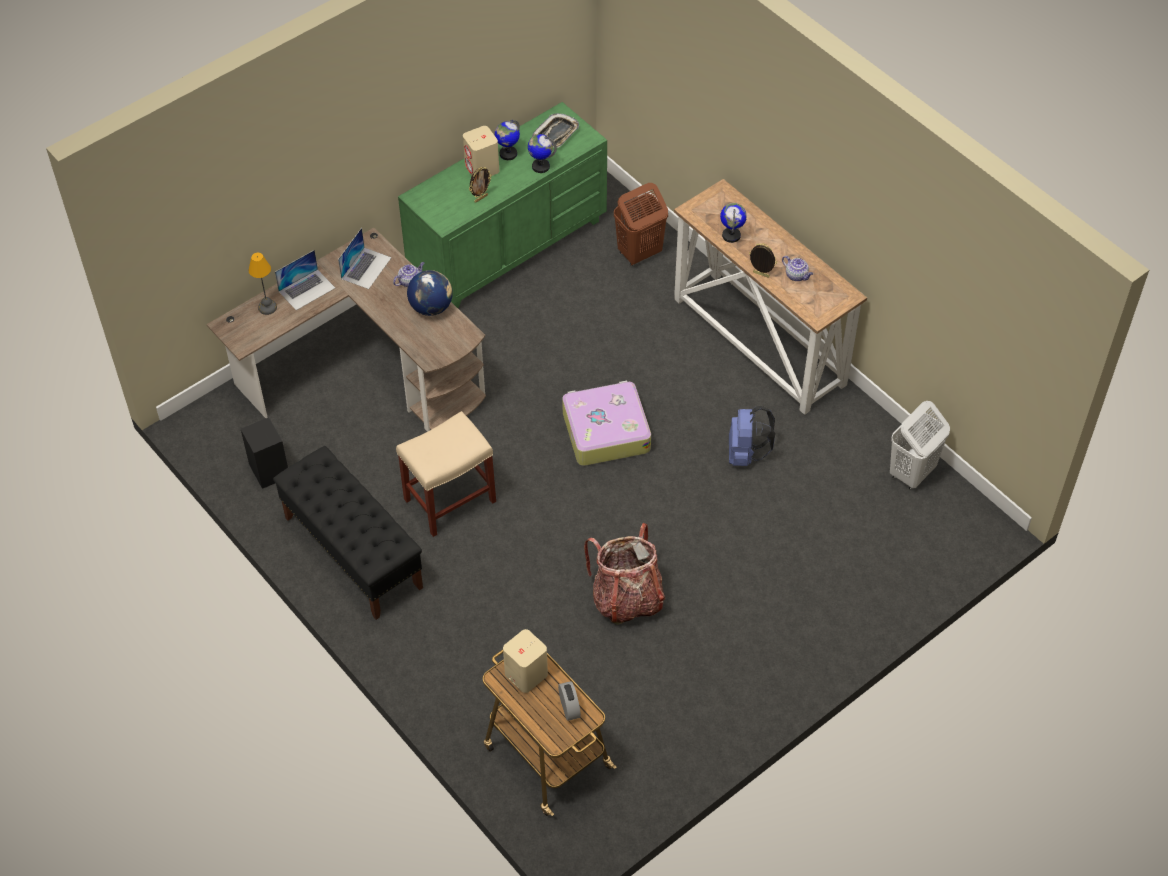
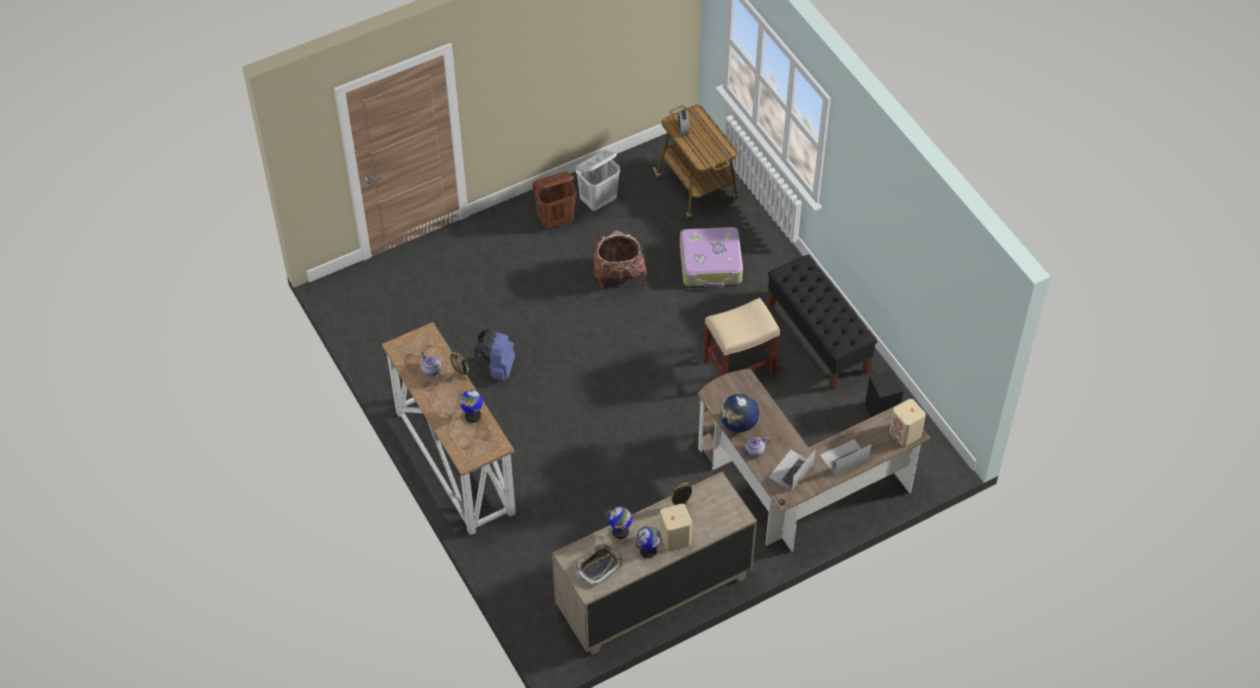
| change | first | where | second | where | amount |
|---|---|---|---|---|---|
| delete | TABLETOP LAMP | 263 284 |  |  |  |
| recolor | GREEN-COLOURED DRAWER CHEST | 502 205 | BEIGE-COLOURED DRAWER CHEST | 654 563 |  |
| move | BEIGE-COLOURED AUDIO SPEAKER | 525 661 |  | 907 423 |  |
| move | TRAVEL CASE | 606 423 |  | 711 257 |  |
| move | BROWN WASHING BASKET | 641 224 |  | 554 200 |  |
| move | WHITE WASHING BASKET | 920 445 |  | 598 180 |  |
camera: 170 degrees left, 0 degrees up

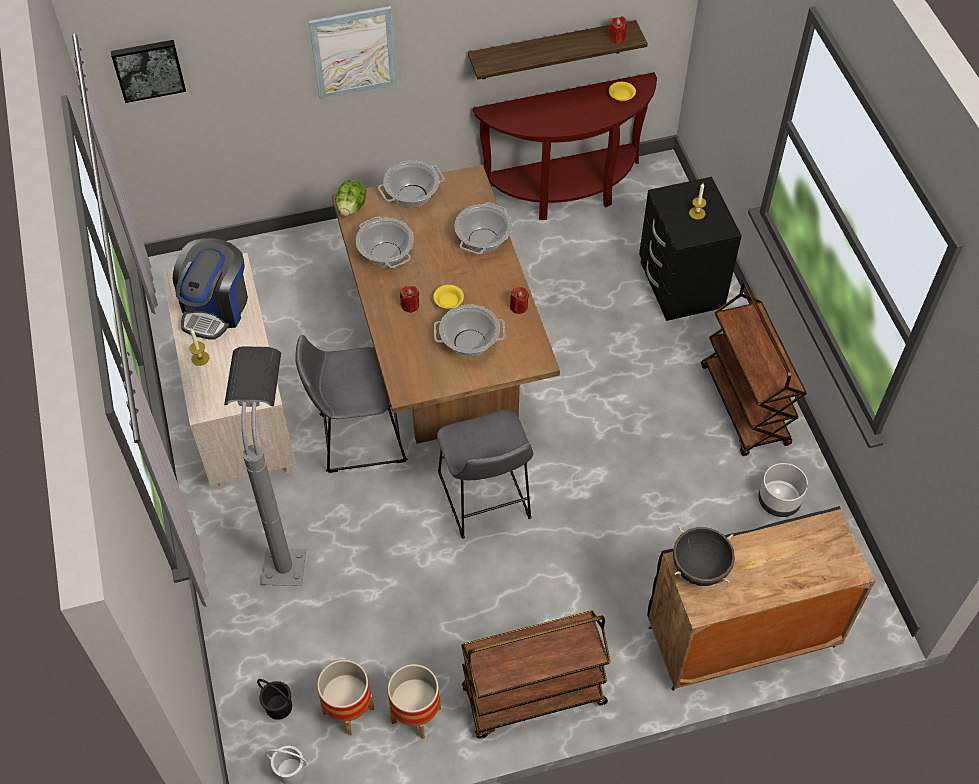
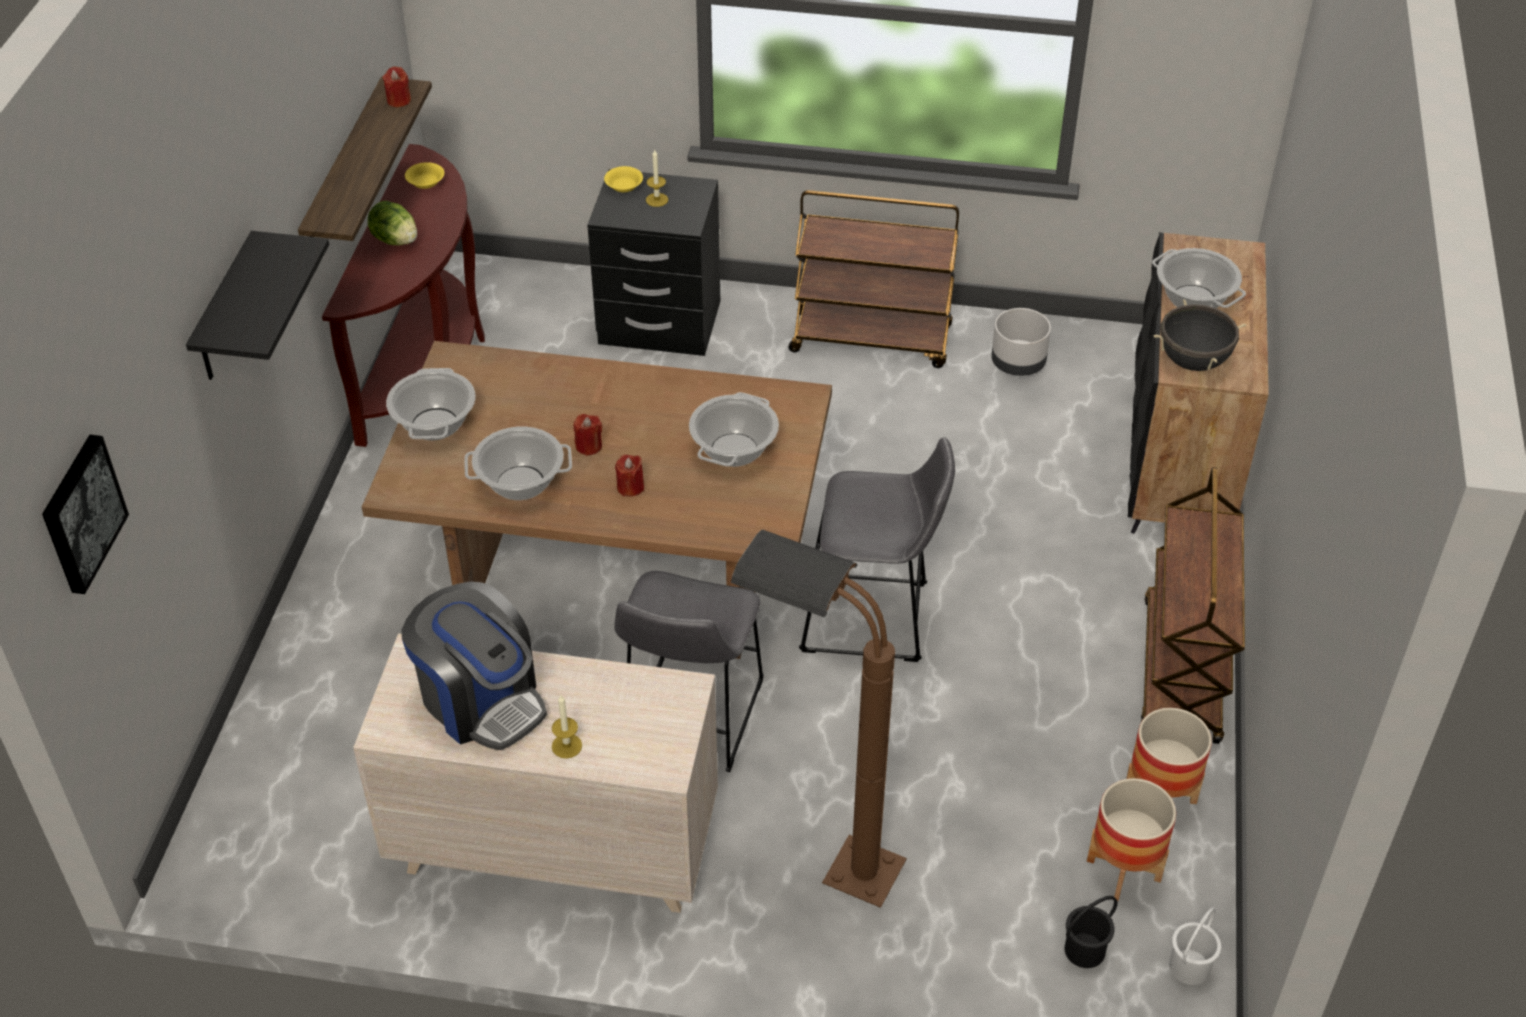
| change | first | where | second | where | amount |
|---|---|---|---|---|---|
| recolor | GREYISH FLOOR LAMP | 265 466 | BROWN FLOOR LAMP | 819 719 |  |
| replace | WALL ART | 353 52 | BLACK-COLOURED SHELF | 257 305 |  |
| move | LETTUCE | 351 198 |  | 392 223 |  |
| move | YELLOW BOWL | 448 297 |  | 623 179 |  |
| move | COOKING POT | 483 228 |  | 1199 278 |  |
| move | RED WAX CANDLE | 519 300 |  | 588 435 |  |
camera: 65 degrees left, 10 degrees down

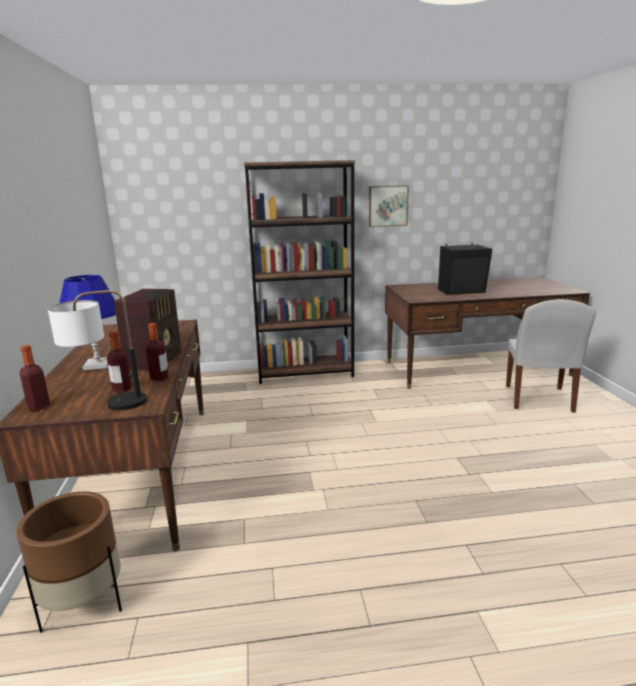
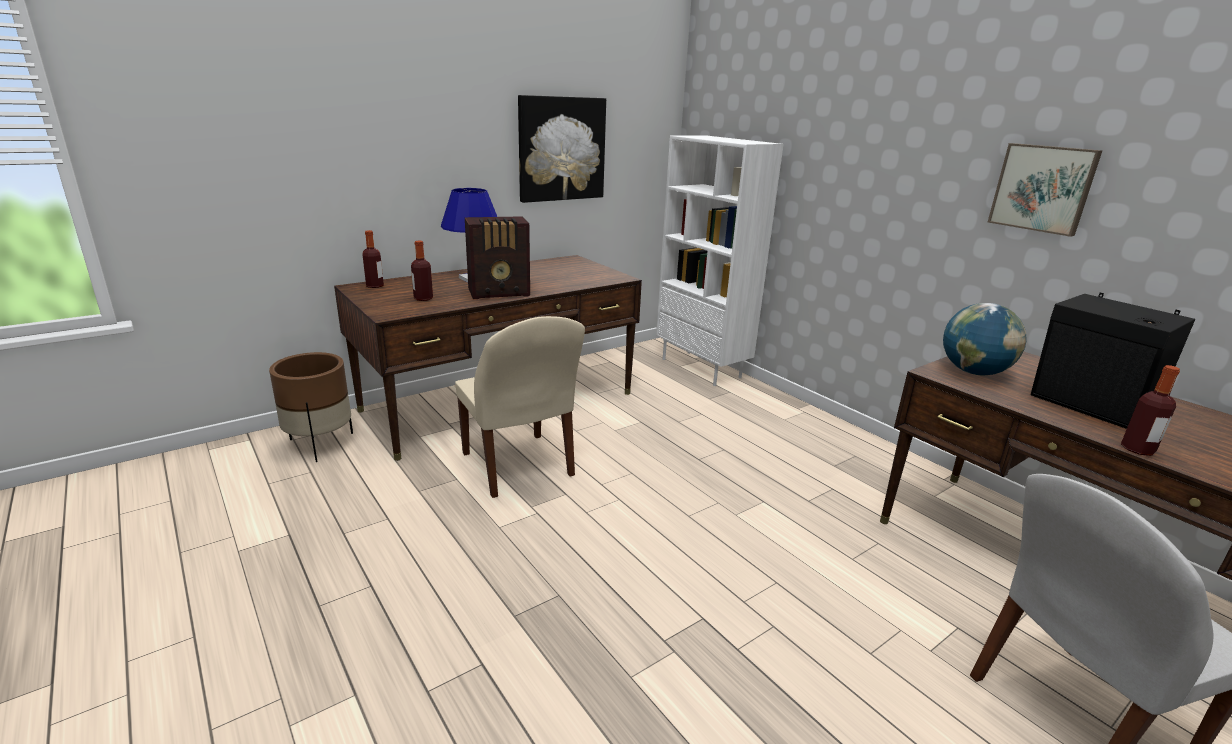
| change | first | where | second | where | amount |
|---|---|---|---|---|---|
| delete | TABLETOP LAMP | 97 350 |  |  |  |
| move | BEVERAGE BOTTLE | 157 352 |  | 1150 410 |  |
| delete | BROWN BOOKCASE | 299 272 |  |  |  |
| insert |  |  | BEIGE-COLOURED PLAIN CHAIR | 520 407 |  |
| insert |  |  | WALL ART | 562 149 |  |
| insert |  |  | WHITE BOOKCASE | 720 260 |  |
| insert |  |  | DESK GLOBE | 985 339 |  |
camera: 60 degrees right, 5 degrees up

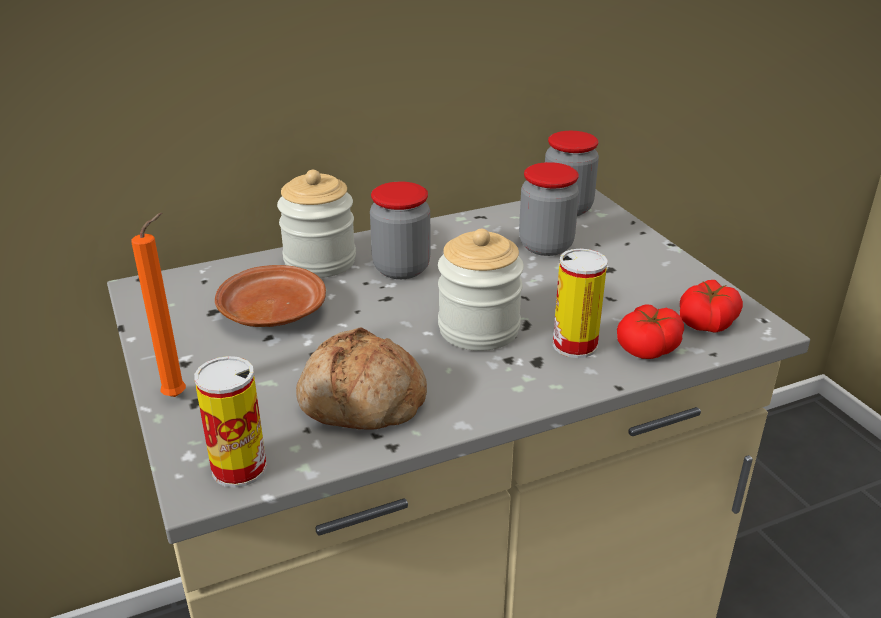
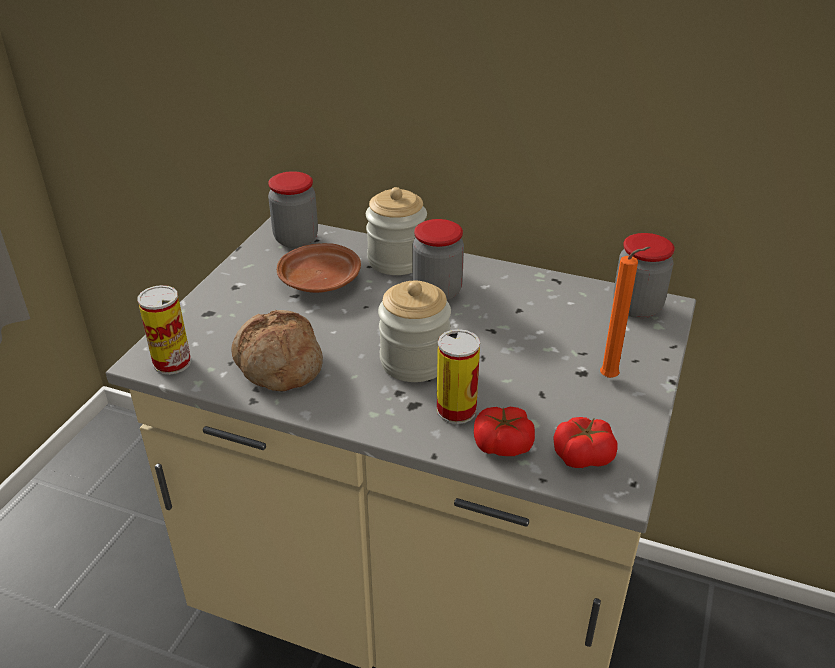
| change | first | where | second | where | amount |
|---|---|---|---|---|---|
| move | ORANGEY WAX CANDLE | 158 305 |  | 625 312 |  |
| move | PRESERVE JAR | 549 209 |  | 293 209 |  |
camera: 45 degrees right, 5 degrees up

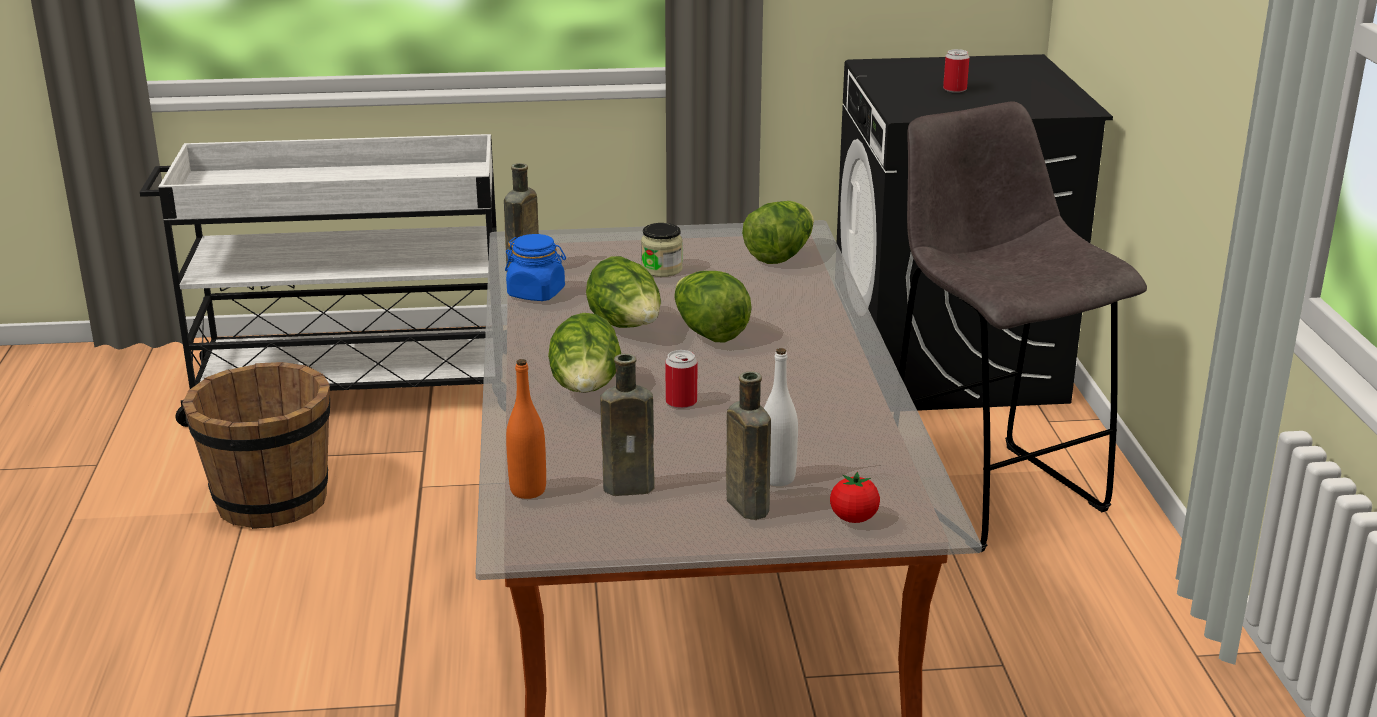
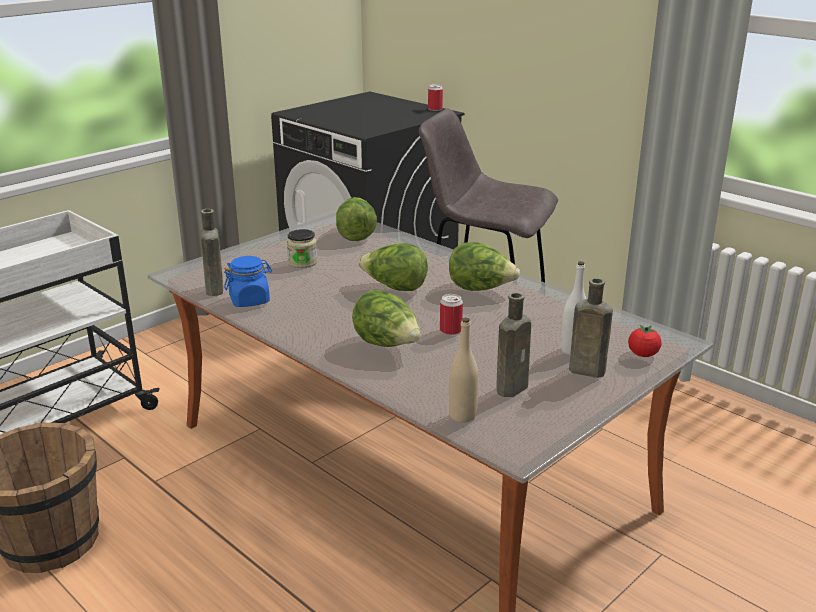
| change | first | where | second | where | amount |
|---|---|---|---|---|---|
| recolor | ORANGEY BEVERAGE BOTTLE | 526 429 | BEIGE-COLOURED BEVERAGE BOTTLE | 464 370 |  |
| move | LETTUCE | 623 292 |  | 484 266 |  |
| move | METAL CAN | 956 71 |  | 435 97 |  |
camera: 40 degrees left, 0 degrees up

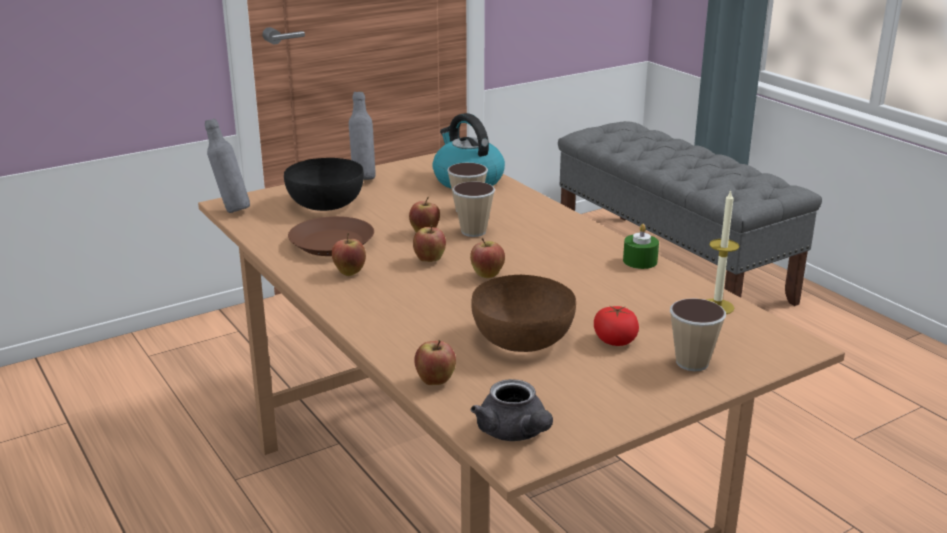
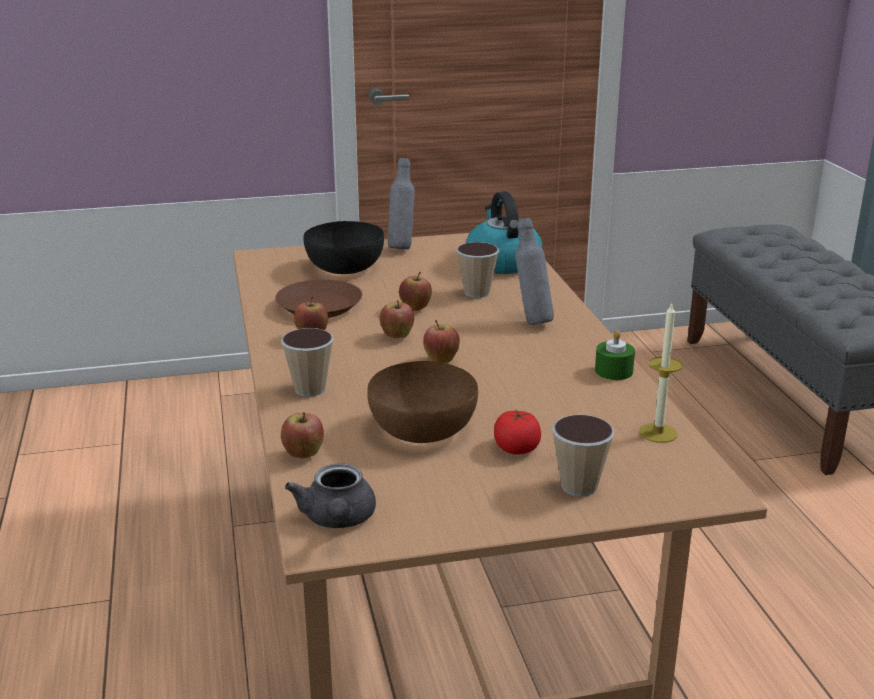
| change | first | where | second | where | amount |
|---|---|---|---|---|---|
| move | GREYISH BEVERAGE BOTTLE | 227 166 |  | 534 271 |  |
| move | DRINKING CUP | 473 209 |  | 307 362 |  |
camera: 20 degrees right, 0 degrees up

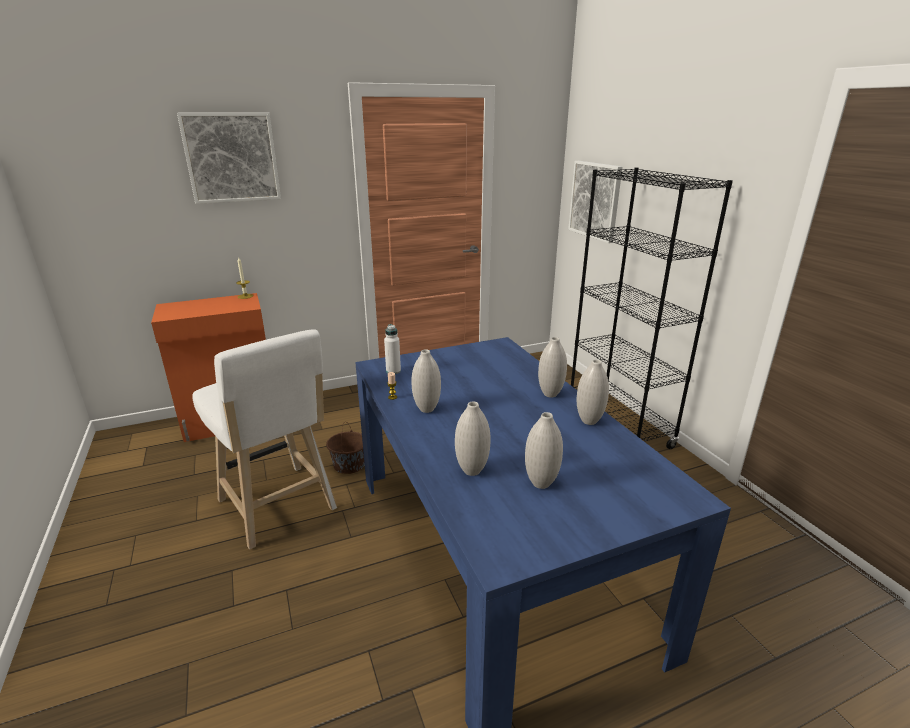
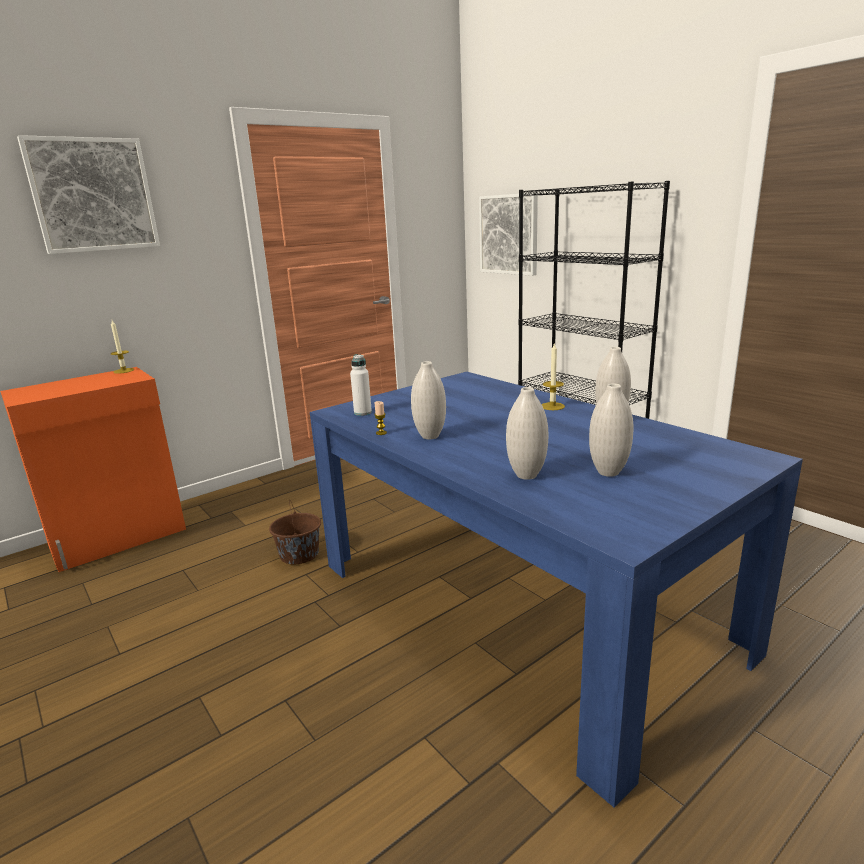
| change | first | where | second | where | amount |
|---|---|---|---|---|---|
| delete | WHITE SITTING STOOL | 264 439 |  |  |  |
| replace | WHITE FLOWER VASE | 552 367 | WAX CANDLE | 553 376 |  |
camera: 15 degrees left, 5 degrees down

